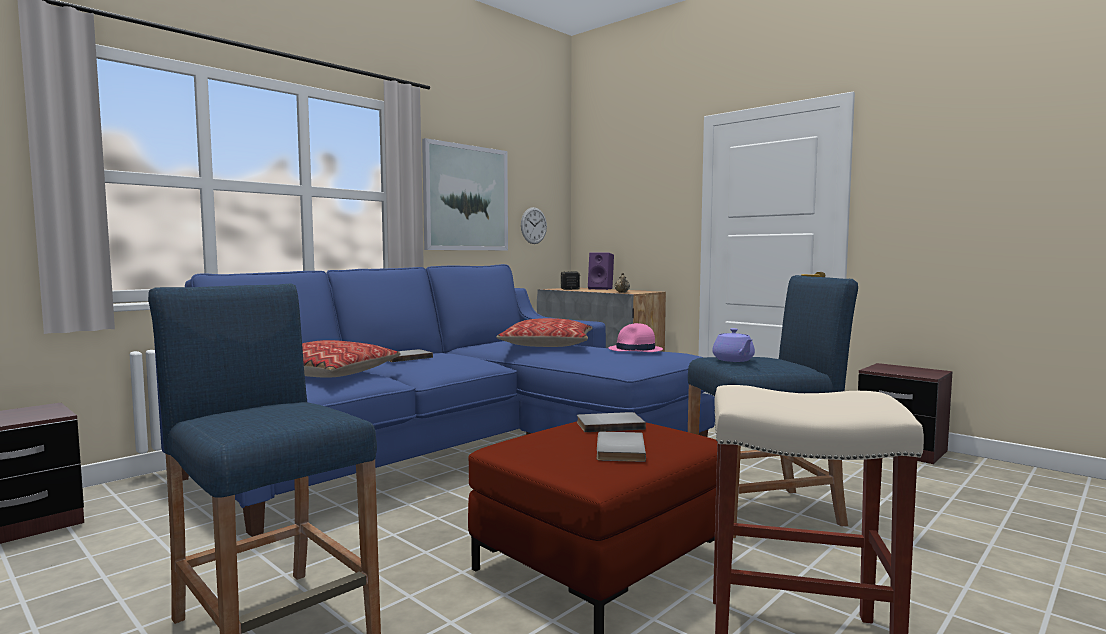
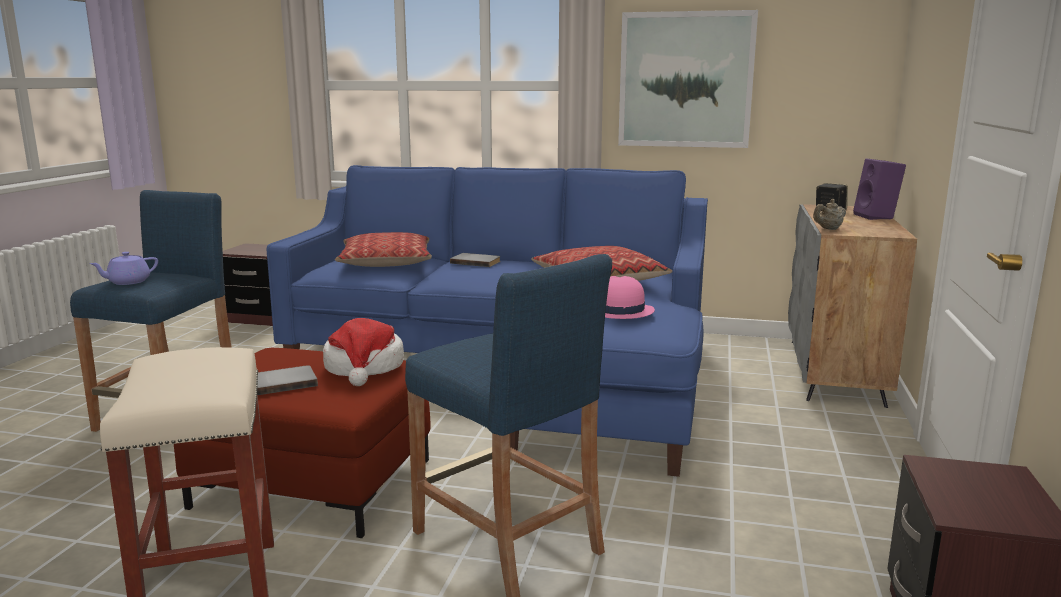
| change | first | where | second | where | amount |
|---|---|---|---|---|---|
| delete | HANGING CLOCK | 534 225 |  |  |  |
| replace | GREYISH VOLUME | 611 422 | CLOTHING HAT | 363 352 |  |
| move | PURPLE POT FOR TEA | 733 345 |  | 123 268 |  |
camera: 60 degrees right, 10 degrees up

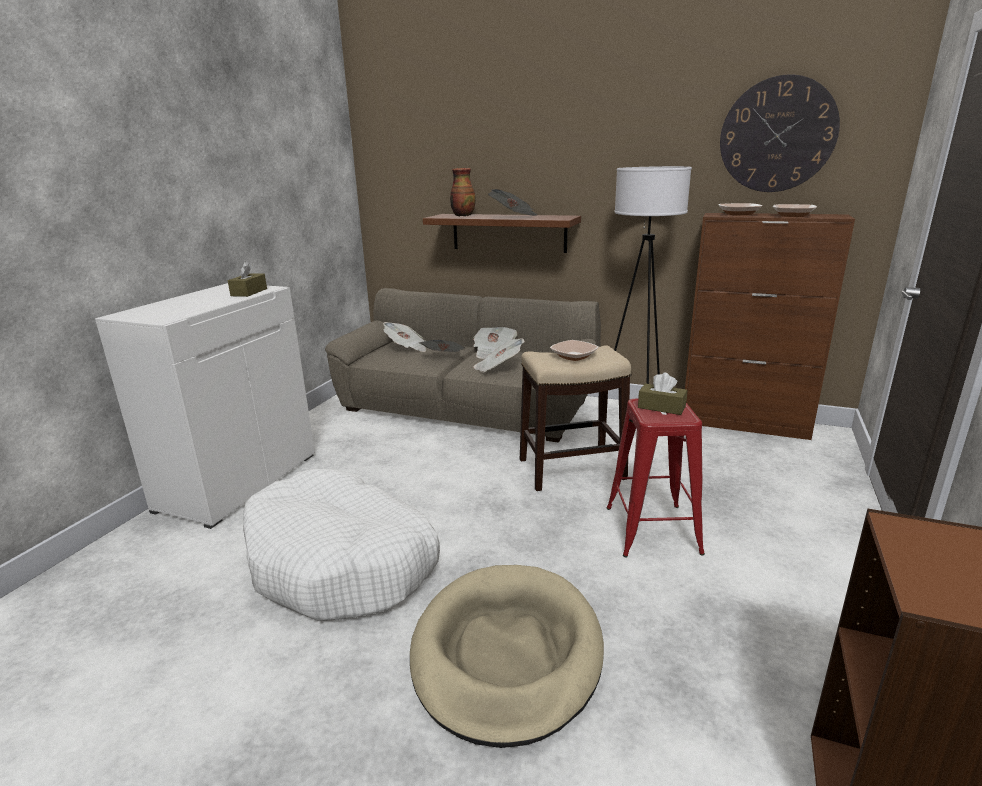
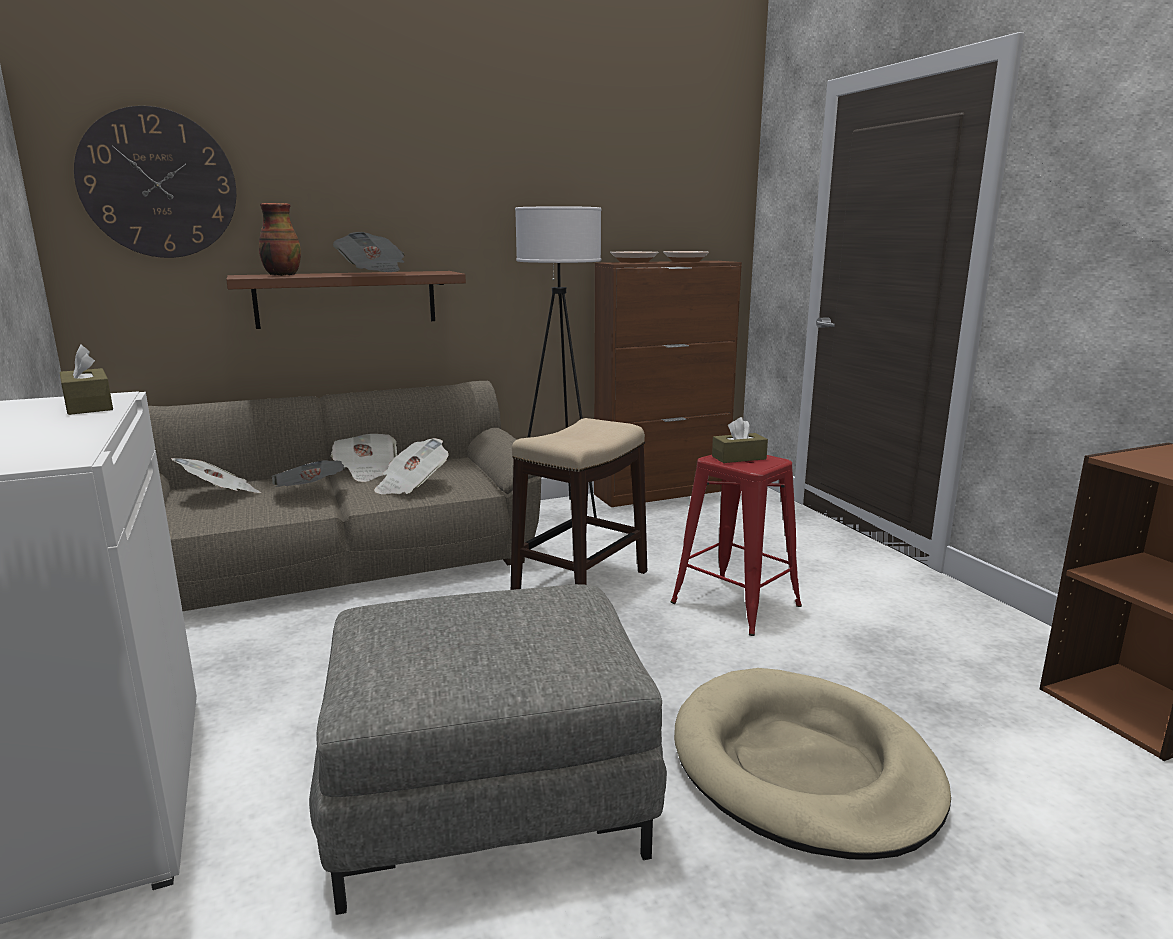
| change | first | where | second | where | amount |
|---|---|---|---|---|---|
| replace | WHITE PET BED | 341 545 | GREYISH FOOTREST | 488 749 |  |
| delete | BOWL | 574 350 |  |  |  |
| move | HANGING CLOCK | 780 133 |  | 155 182 |  |
camera: 45 degrees left, 5 degrees down

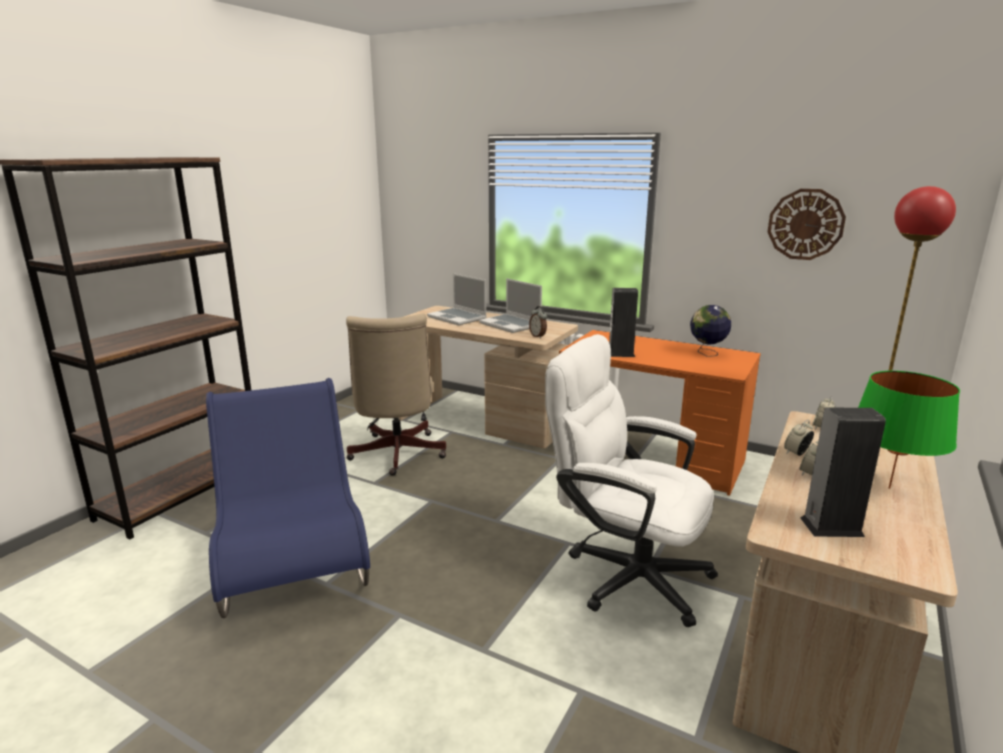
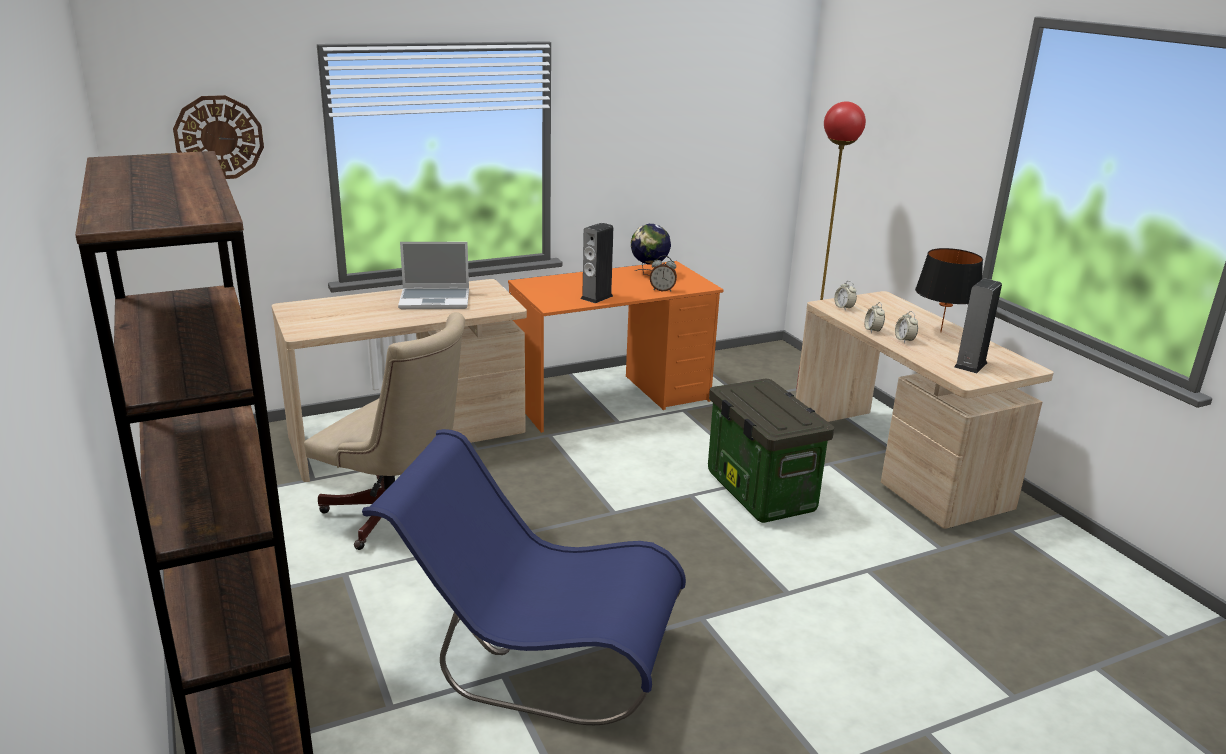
| change | first | where | second | where | amount |
|---|---|---|---|---|---|
| delete | NOTEBOOK COMPUTER | 457 299 |  |  |  |
| move | BEDSIDE CLOCK | 538 322 |  | 663 273 |  |
| replace | WHITE DESK CHAIR | 631 480 | STORAGE BIN | 771 451 |  |
| move | HANGING CLOCK | 807 224 |  | 218 137 |  |
| recolor | GREEN-COLOURED TABLETOP LAMP | 909 430 | BLACK-COLOURED TABLETOP LAMP | 949 290 |  |
camera: 55 degrees left, 5 degrees up

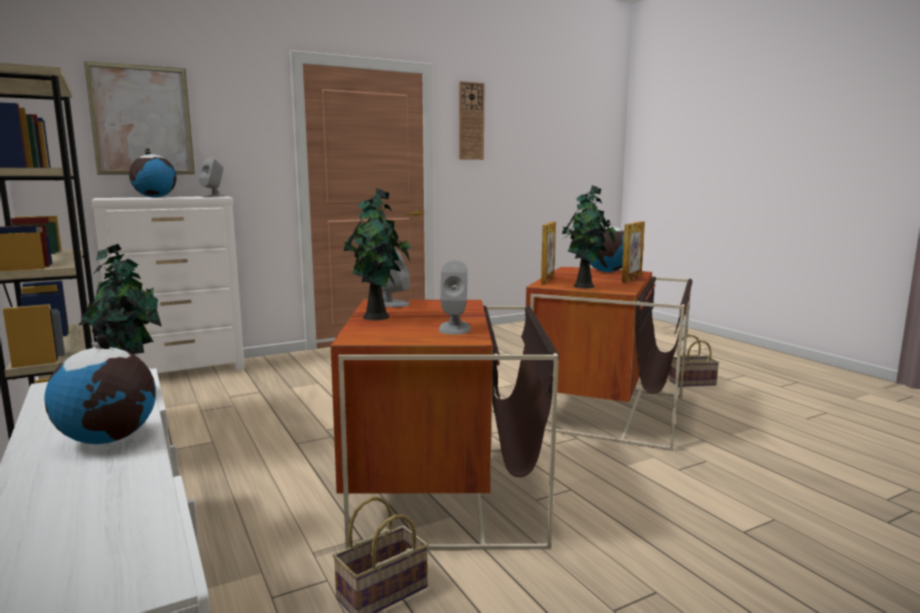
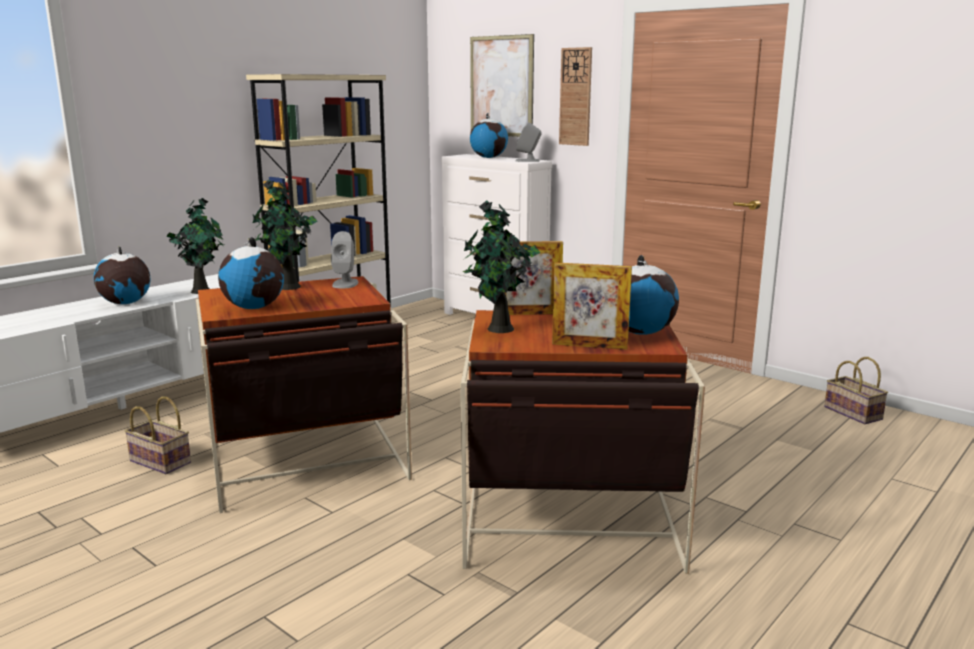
| change | first | where | second | where | amount |
|---|---|---|---|---|---|
| replace | GREYISH AUDIO SPEAKER | 455 297 | DESK GLOBE | 251 273 |  |
| move | HANGING CLOCK | 472 120 |  | 575 96 |  |
| move | HOUSEHOLD BASKET | 694 360 |  | 856 390 |  |
camera: 70 degrees right, 5 degrees up

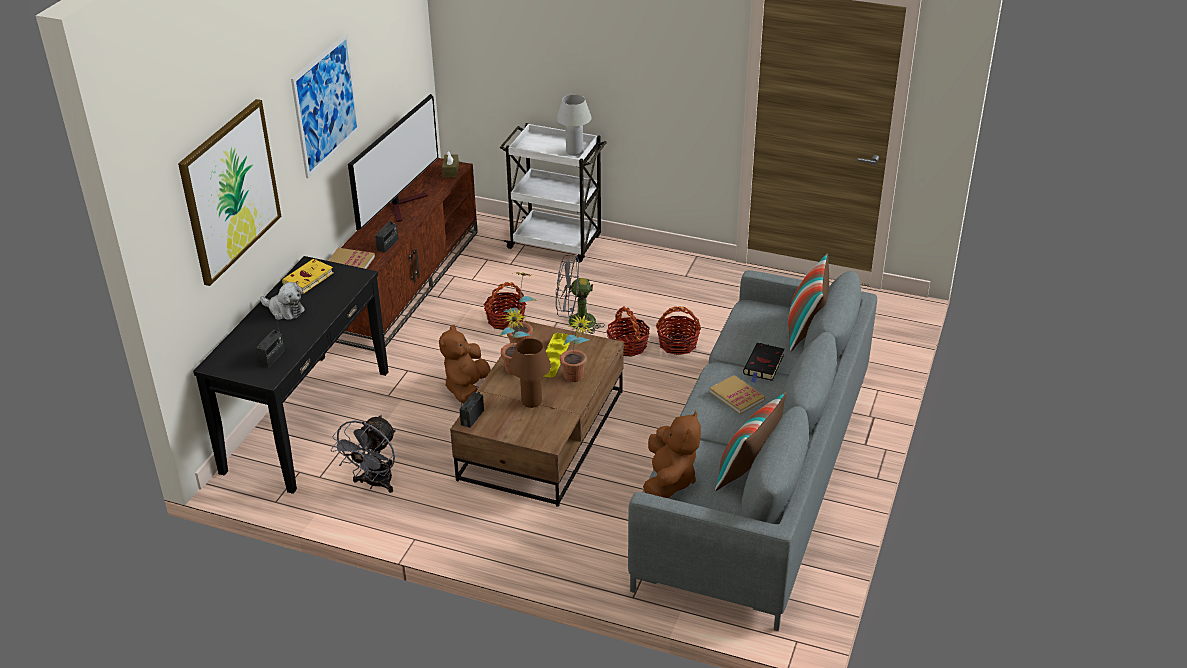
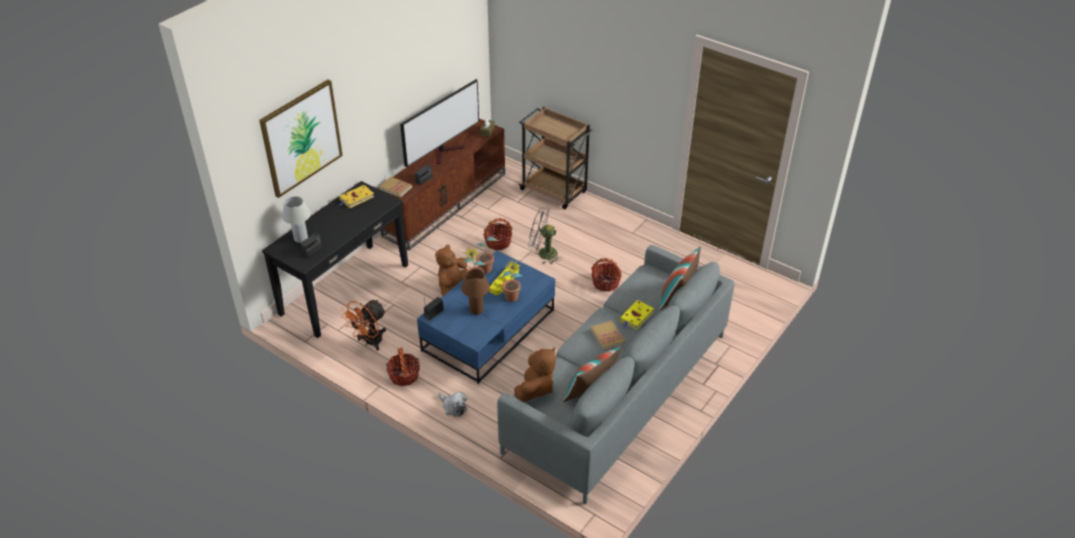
| change | first | where | second | where | amount |
|---|---|---|---|---|---|
| move | SOFT TOY | 282 301 |  | 453 404 |  |
| delete | WALL ART | 325 105 |  |  |  |
| recolor | GREYISH FAN | 363 454 | ORANGEY FAN | 363 325 |  |
| recolor | BROWN LOW TABLE | 537 414 | BLUE LOW TABLE | 486 317 |  |
| recolor | WHITE CART | 553 193 | BROWN CART | 555 158 |  |
| move | WHITE TABLETOP LAMP | 574 125 |  | 296 219 |  |
| move | HOUSEHOLD BASKET | 628 331 |  | 403 366 |  |
| recolor | BLACK-COLOURED VOLUME | 763 363 | YELLOW VOLUME | 636 315 |  |
camera: 15 degrees right, 5 degrees up

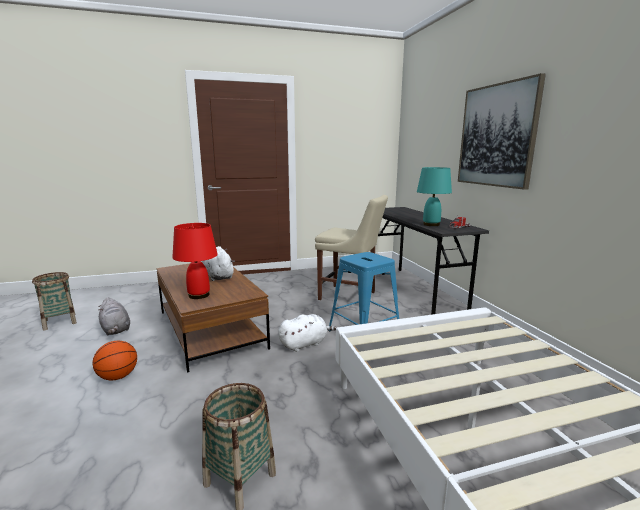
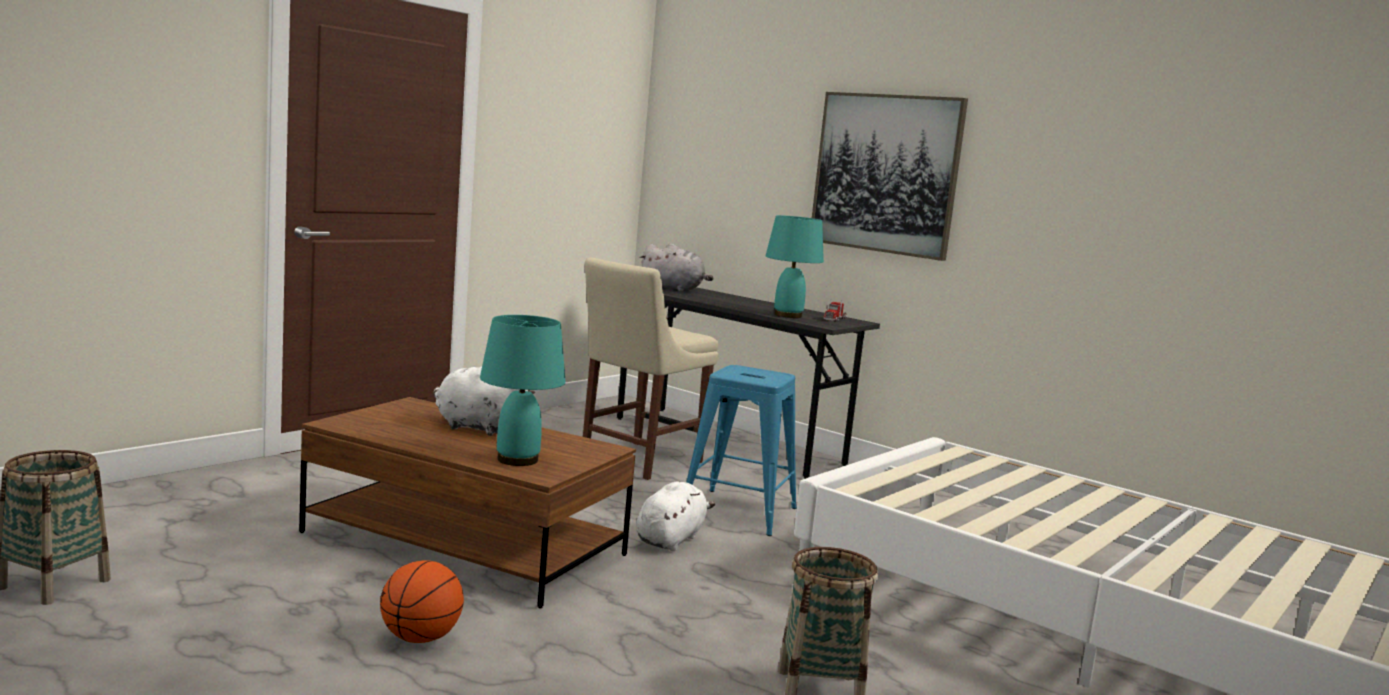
| change | first | where | second | where | amount |
|---|---|---|---|---|---|
| move | GREYISH SOFT TOY | 114 316 |  | 676 267 |  |
| recolor | RED TABLETOP LAMP | 195 261 | TURQUOISE-COLOURED TABLETOP LAMP | 523 390 |  |
| rotate | BEIGE-COLOURED PLAIN CHAIR | 351 247 |  | 650 369 | 135 degrees clockwise |
camera: 35 degrees left, 5 degrees down

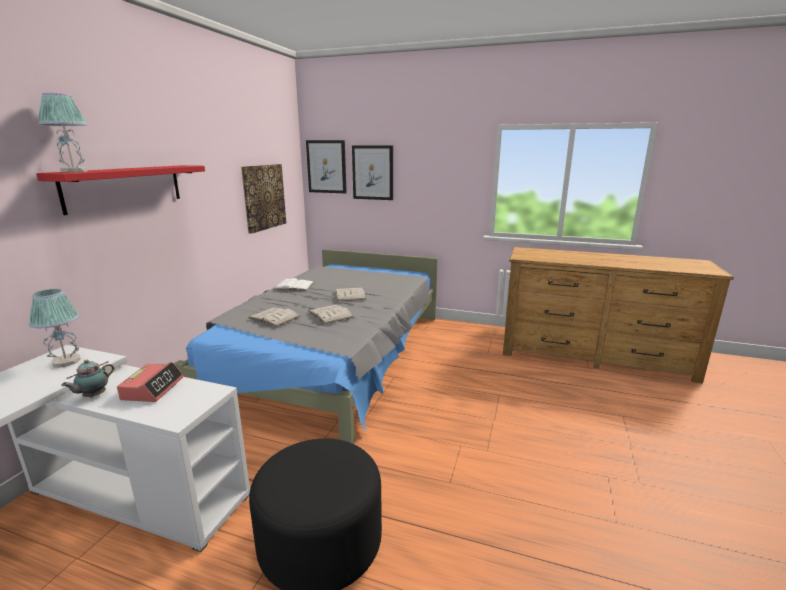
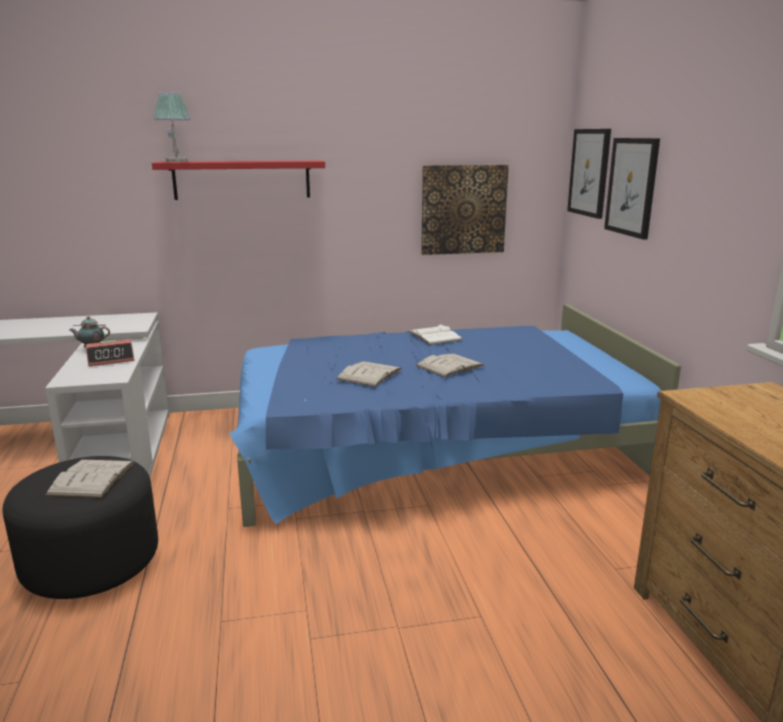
| change | first | where | second | where | amount |
|---|---|---|---|---|---|
| delete | TABLETOP LAMP | 55 328 |  |  |  |
| recolor | GREYISH BED | 306 346 | BLUE BED | 455 415 |  |
| move | WHITE VOLUME | 274 317 |  | 89 478 |  |
camera: 60 degrees right, 0 degrees up

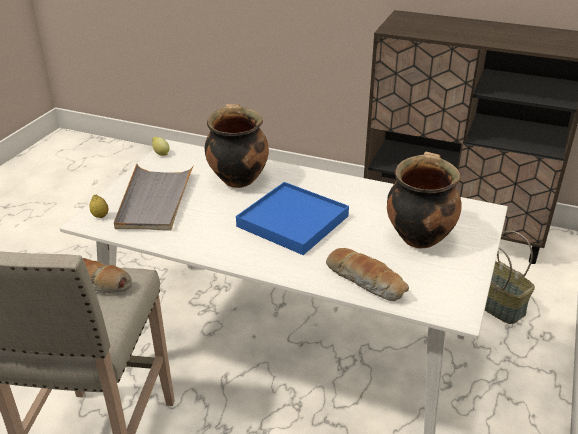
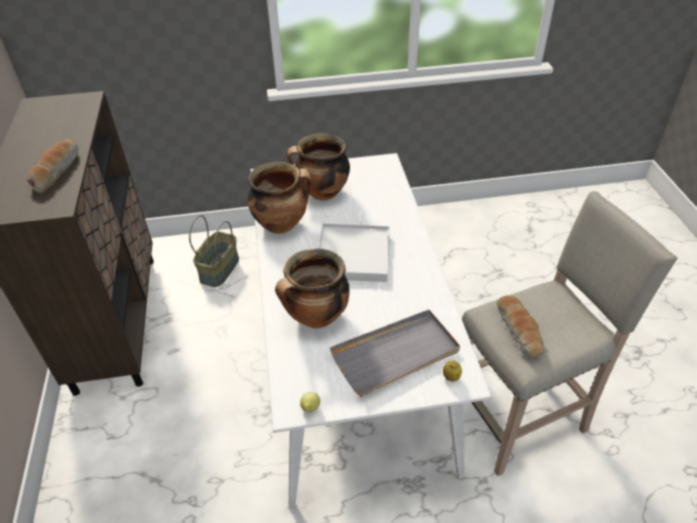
| change | first | where | second | where | amount |
|---|---|---|---|---|---|
| recolor | BLUE SERVING TRAY | 292 218 | WHITE SERVING TRAY | 354 253 |  |
| move | BREAD | 367 274 |  | 52 166 |  |
| insert |  |  | COOKING POT | 280 198 |  |
camera: 120 degrees left, 10 degrees up

